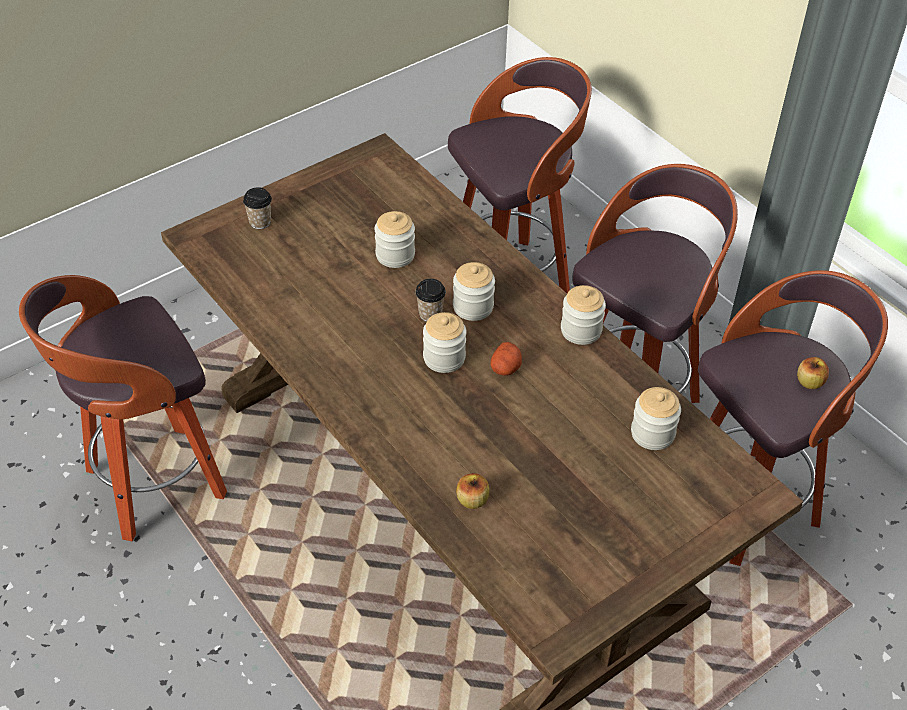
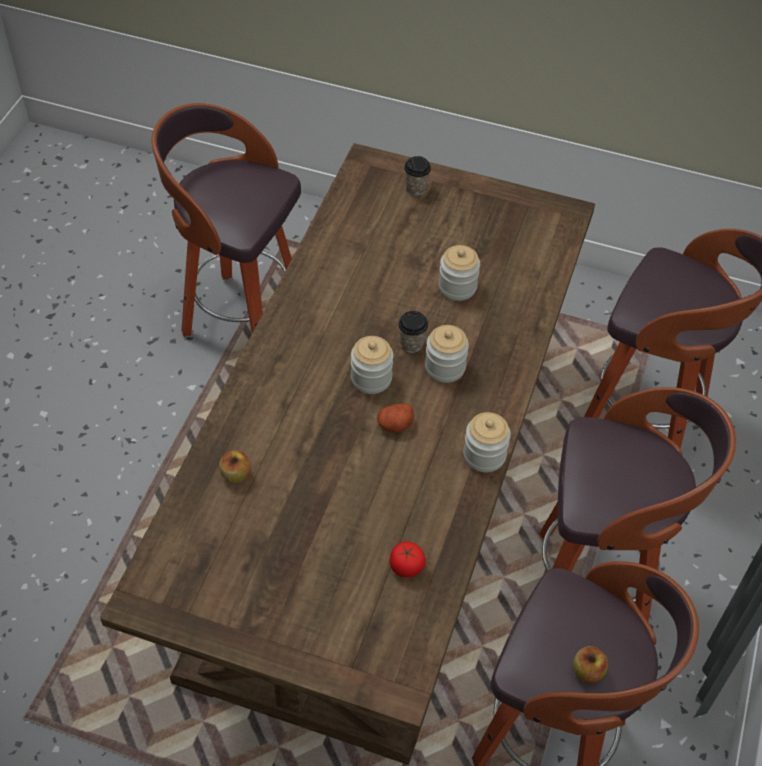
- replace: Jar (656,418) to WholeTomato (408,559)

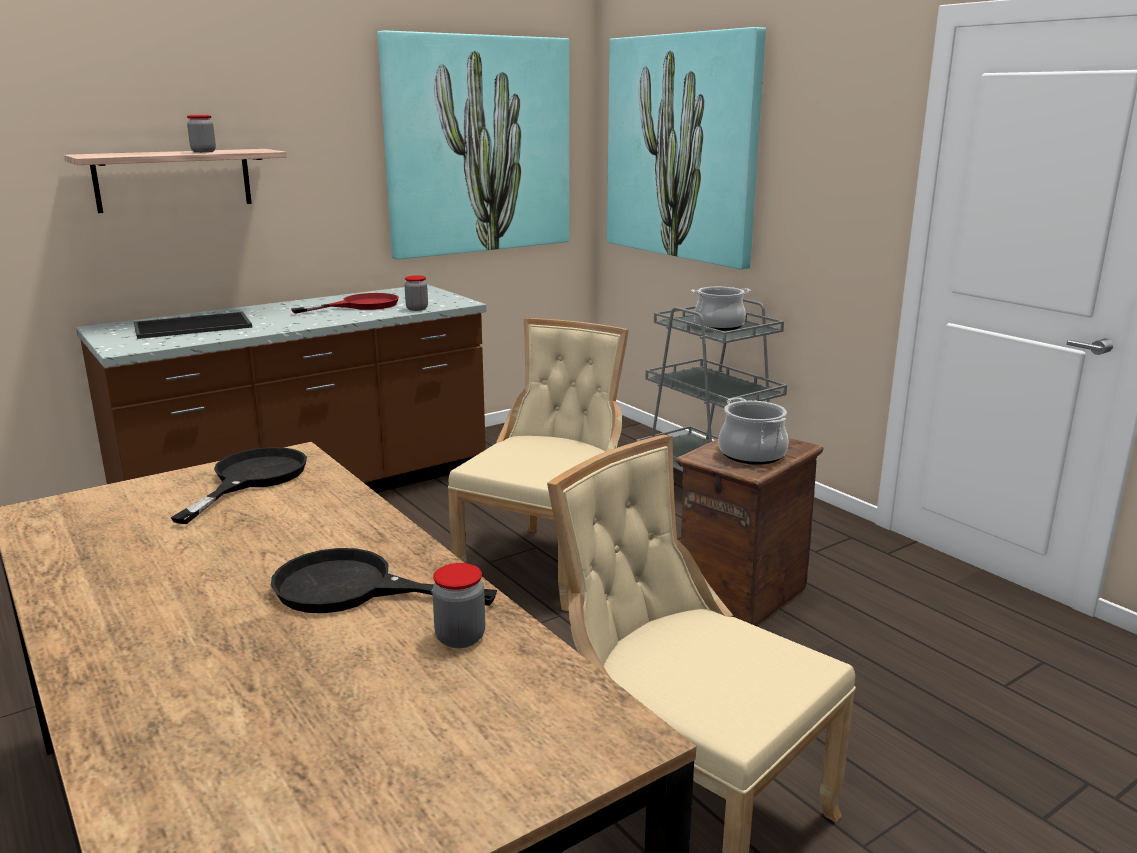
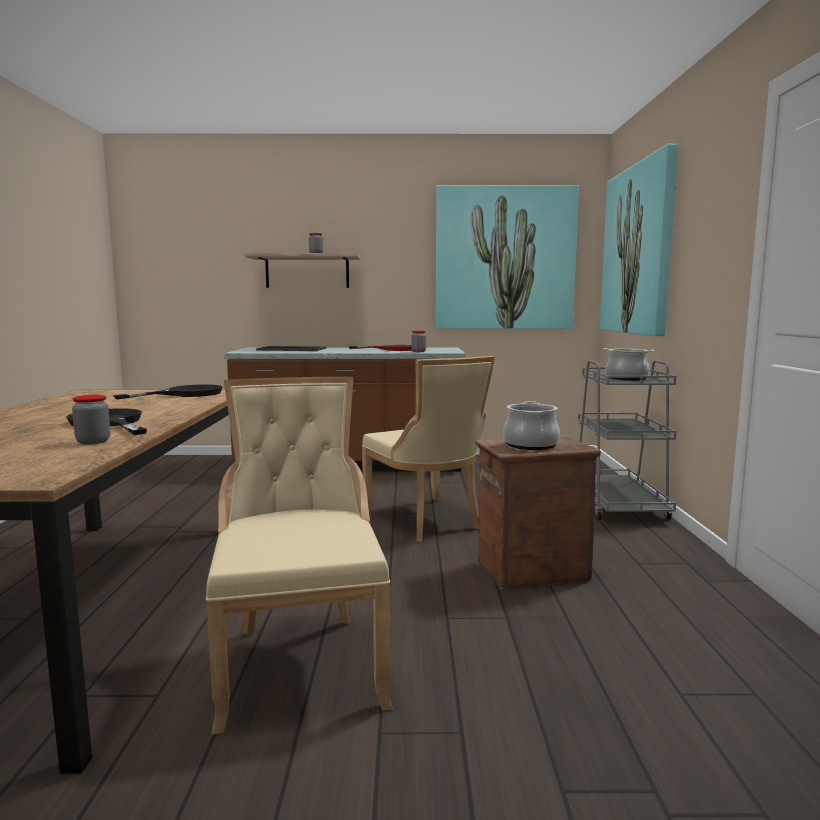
- rotate: SandColouredUprightChair (538,464) = (428,449) 90 degrees clockwise

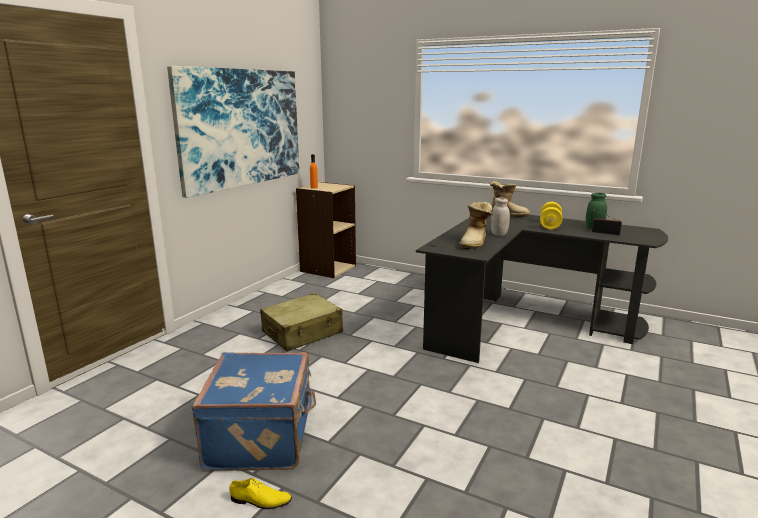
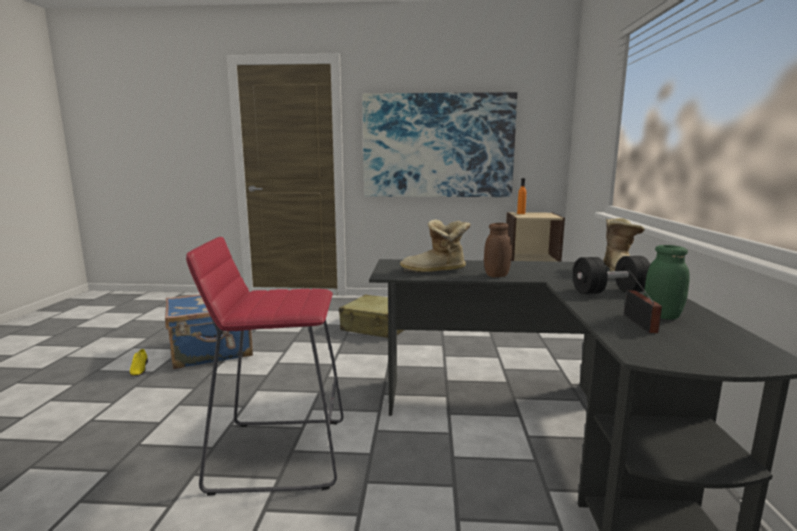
- recolor: WhiteColouredJar (500,216) to BrownJar (498,250)
- recolor: YellowColouredFreeWeight (551,216) to BlackColouredFreeWeight (611,275)
- insert: RedSittingStool (265,366)

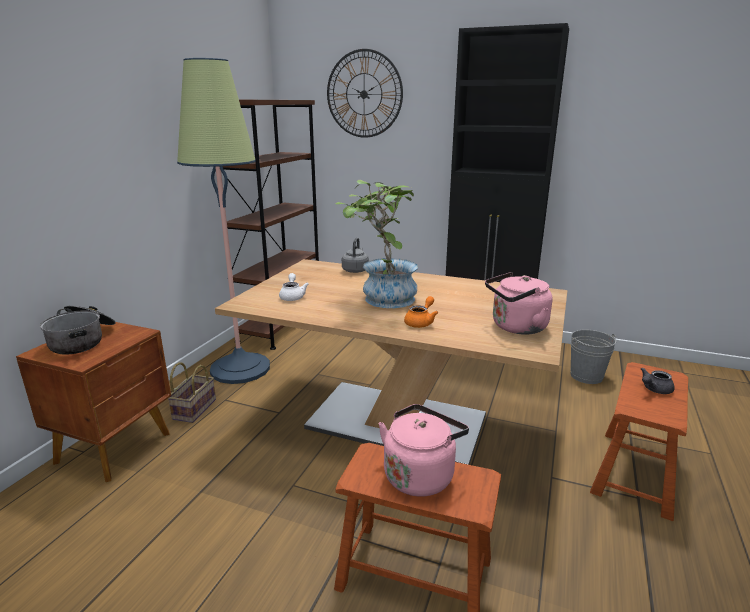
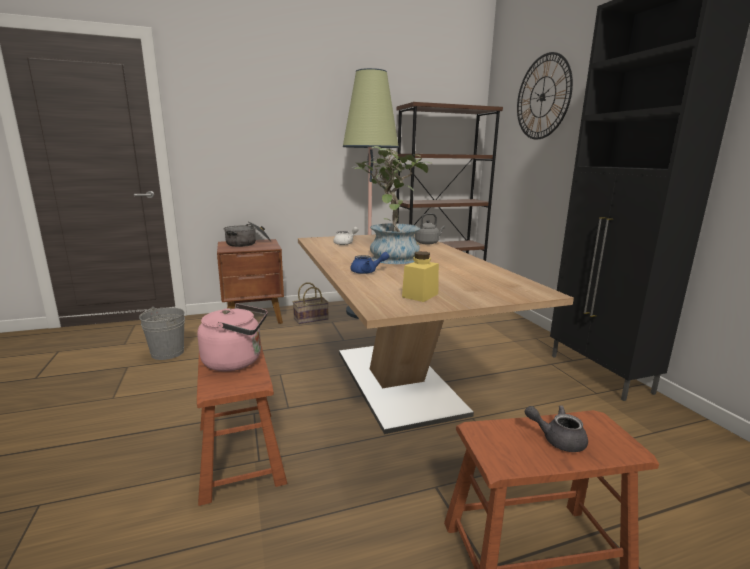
- recolor: OrangePotForTea (421,312) to BluePotForTea (369,263)
- replace: PinkTeaKettle (518,303) to YellowColouredJar (420,276)
- move: GreyPail (593,357) to (162,333)

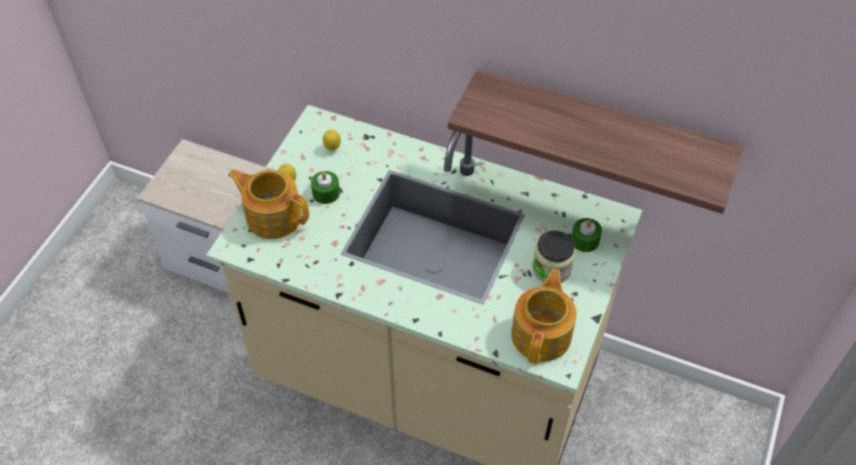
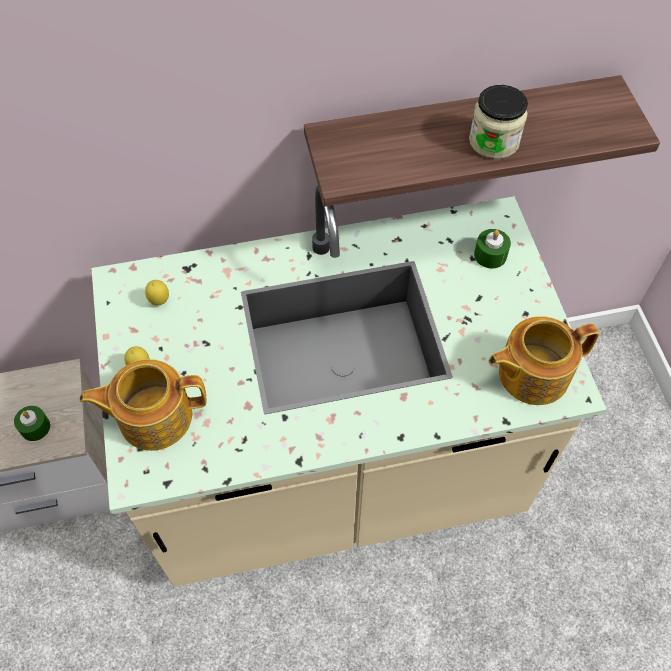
- move: GreenWaxCandle (325,187) to (32,423)
- rotate: PotForTea (544,316) = (544,360) 90 degrees counterclockwise
- move: Jar (553,257) to (498,122)

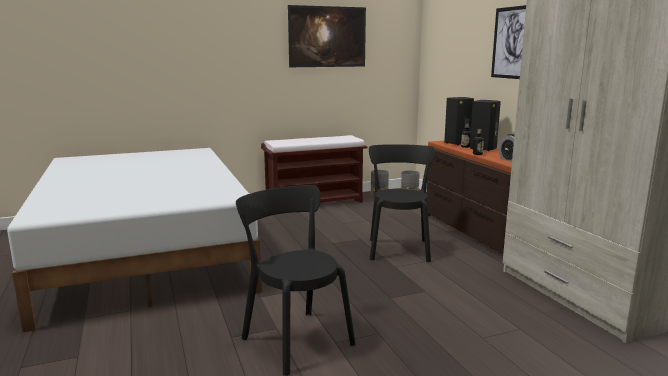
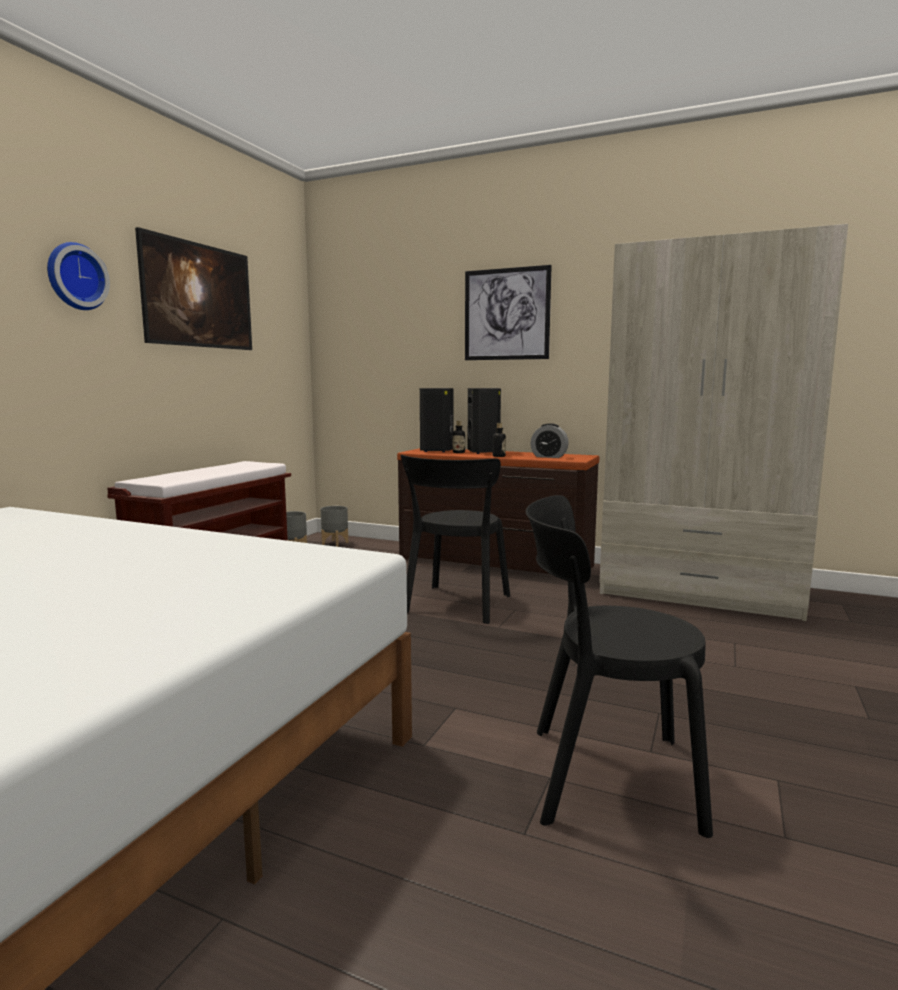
- rotate: BlackColouredUprightChair (402,203) = (455,539) 120 degrees counterclockwise
- insert: HangingClock (78,276)

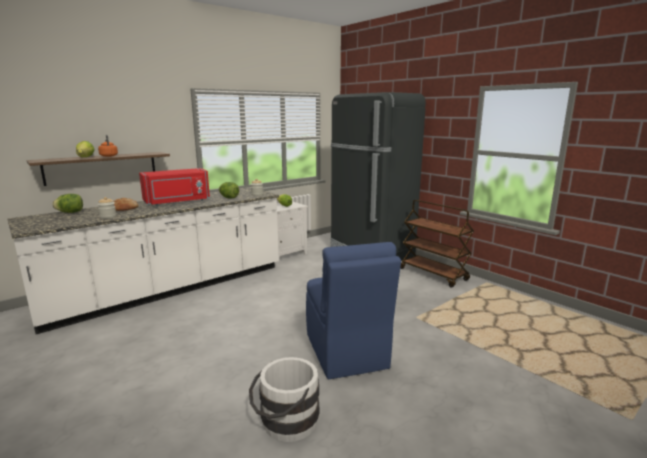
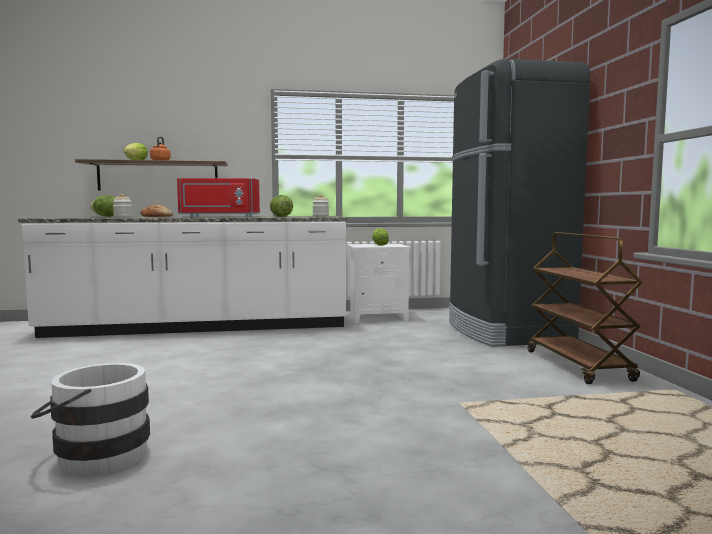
- delete: BlueUprightChair (353,310)

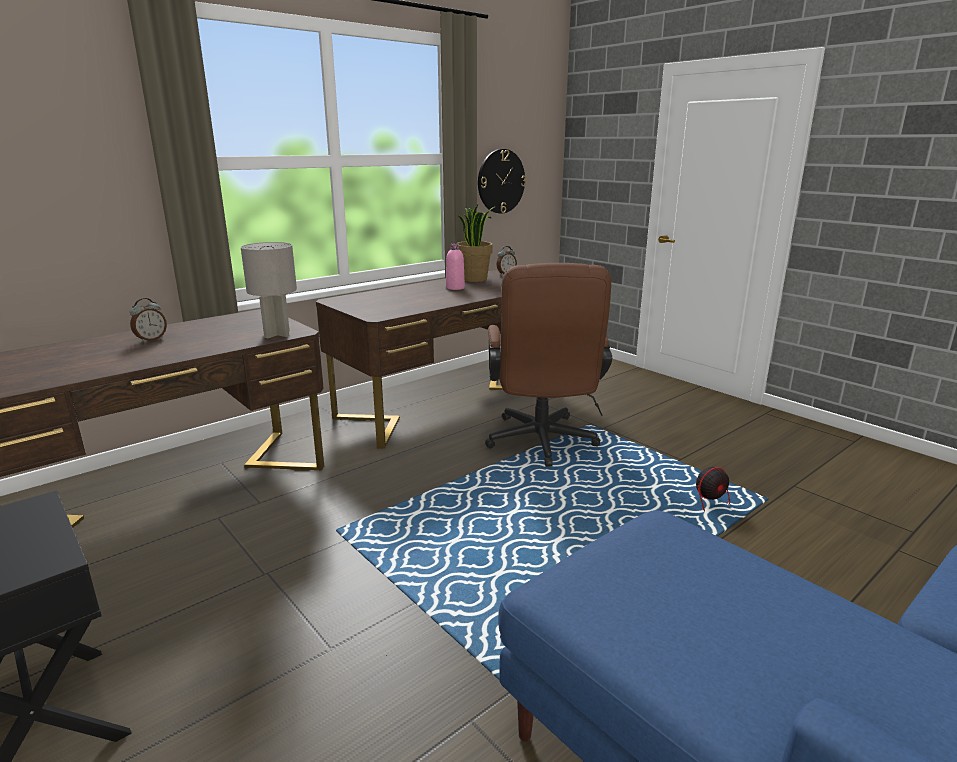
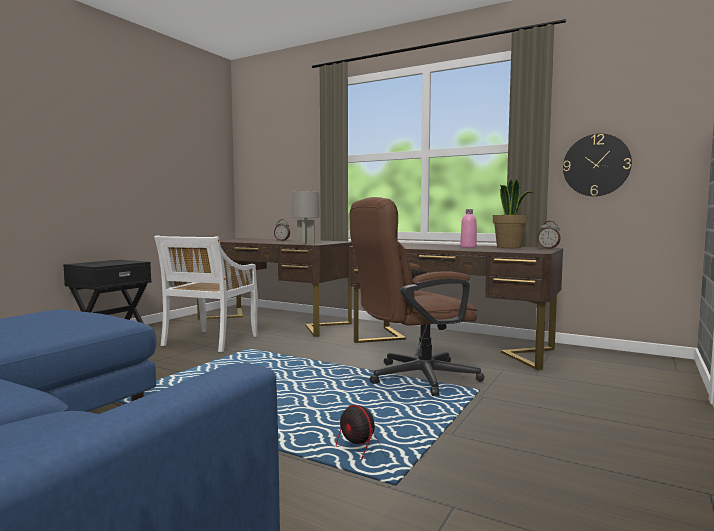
- insert: WhiteColouredUprightChair (206,294)

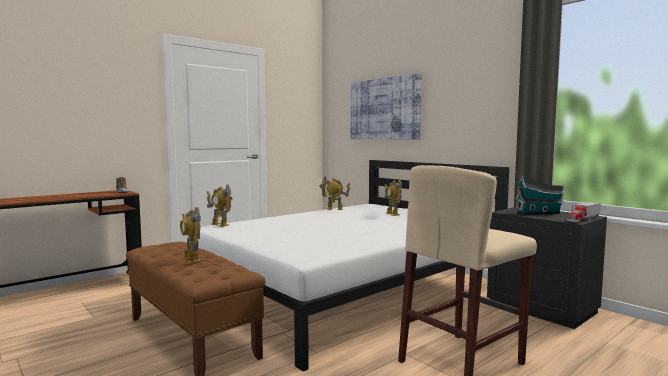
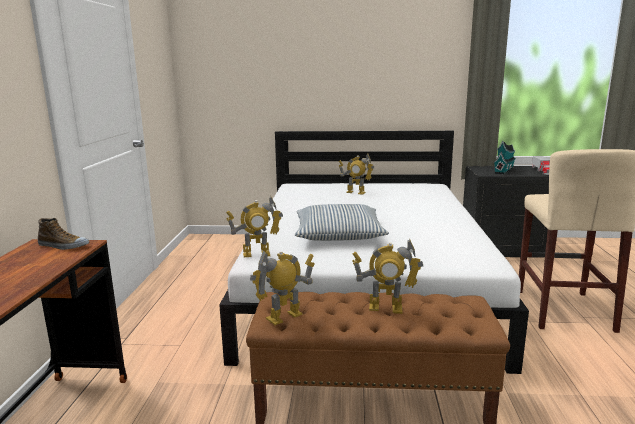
- move: RobotFigure (335,192) to (282,288)
- delete: WallPicture (386,106)
- insert: Pillow (342,222)

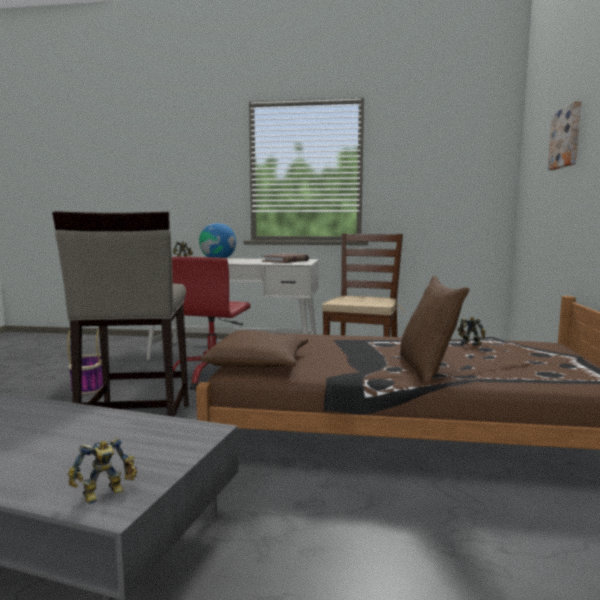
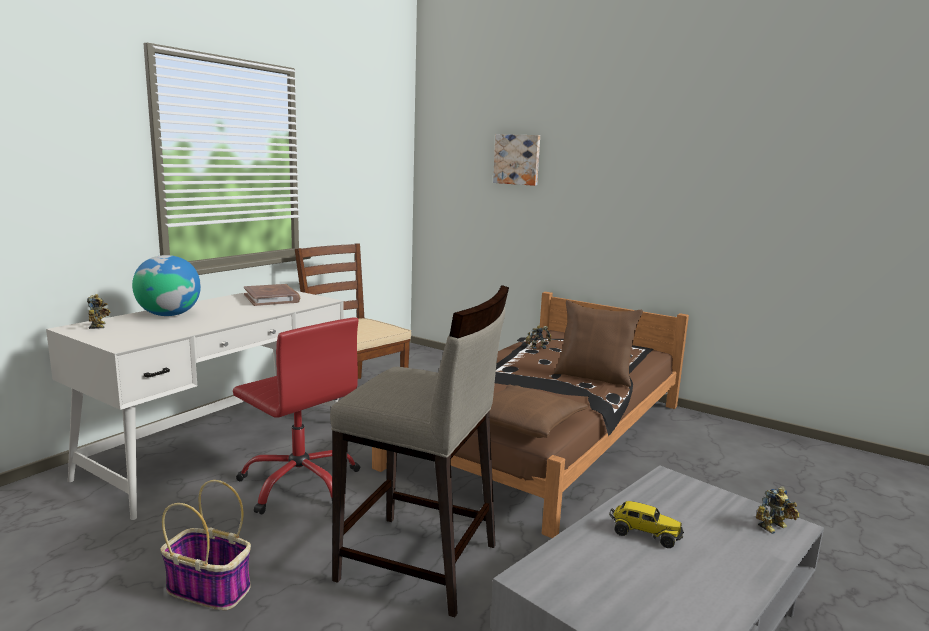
- rotate: RobotFigure (102,470) = (778,510) 75 degrees clockwise
- insert: ToyTruck (646,524)

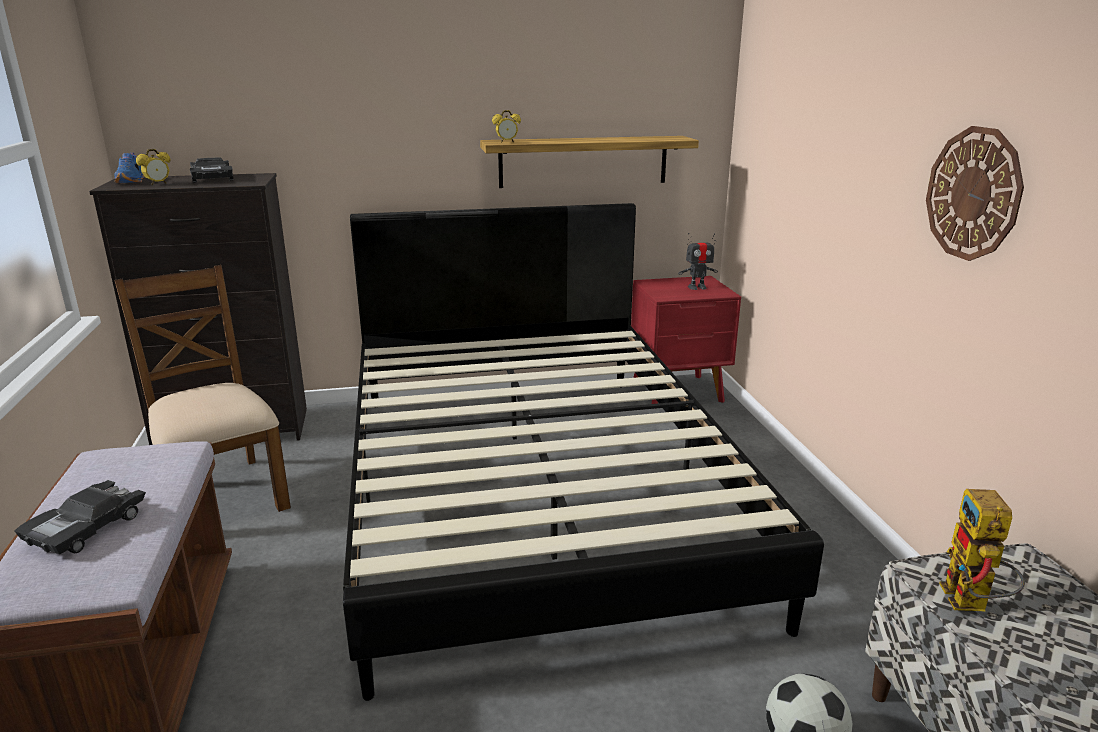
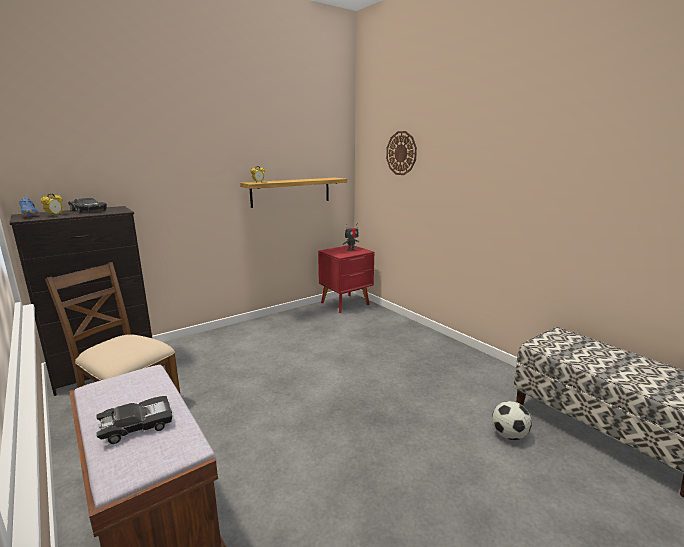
- rotate: BlackColouredModelCar (80,517) = (134,420) 120 degrees counterclockwise
- delete: BlackColouredSleepingBed (583,452)
- move: HangingClock (975,193) to (401,153)
- delete: RobotFigure (982,550)

